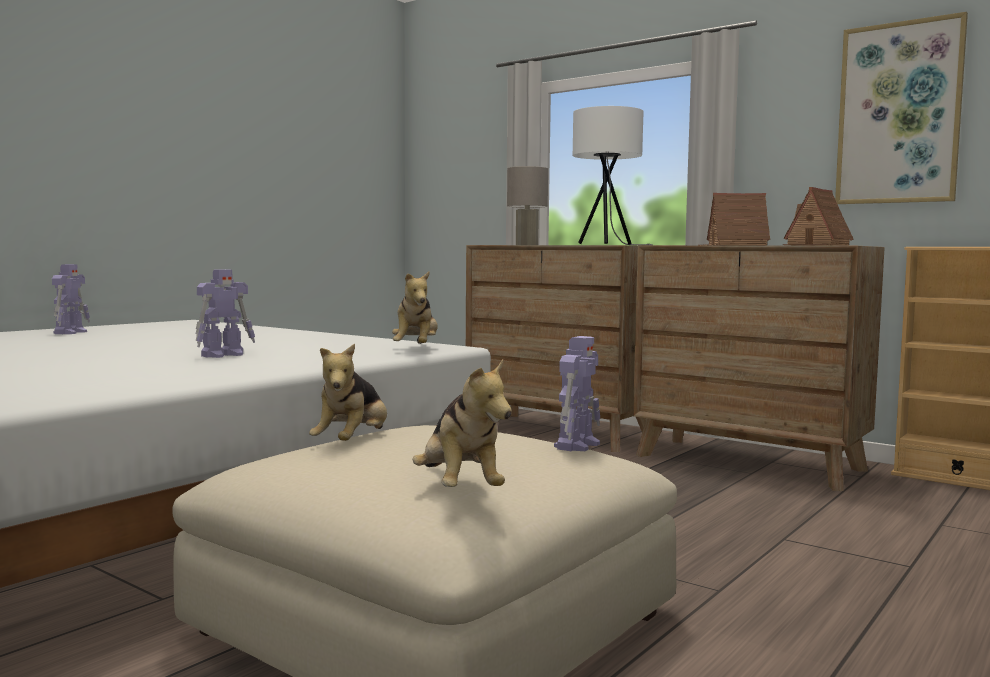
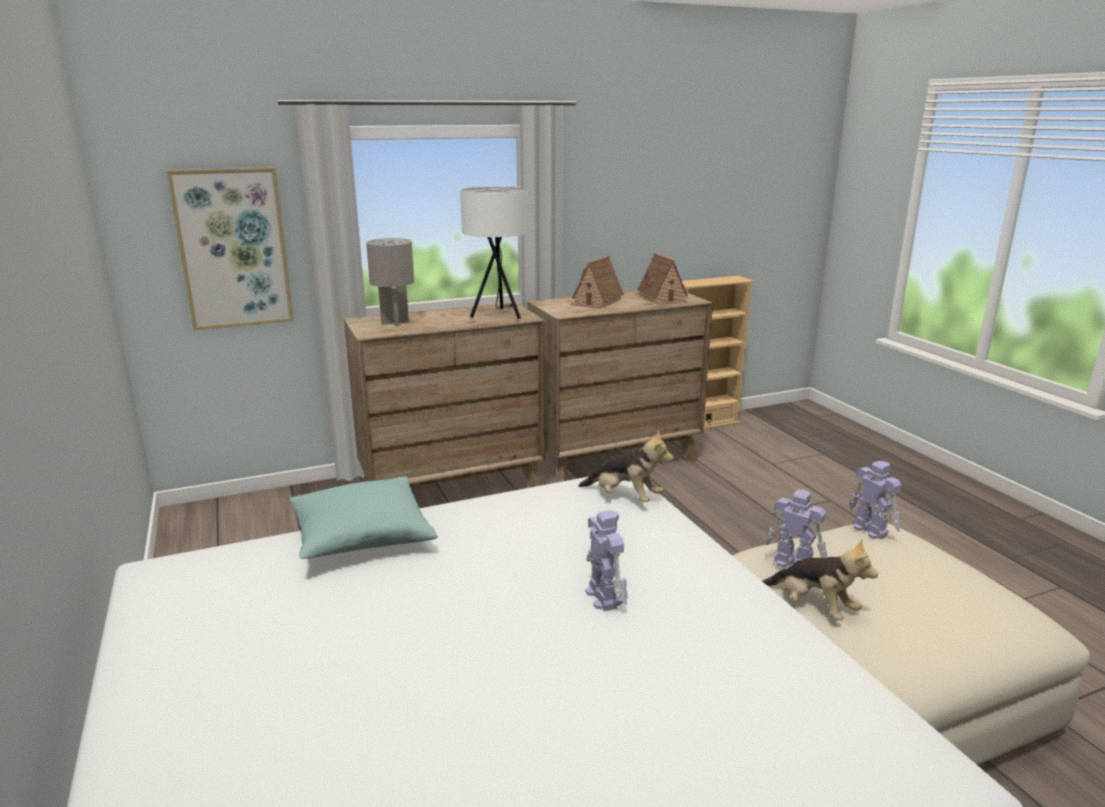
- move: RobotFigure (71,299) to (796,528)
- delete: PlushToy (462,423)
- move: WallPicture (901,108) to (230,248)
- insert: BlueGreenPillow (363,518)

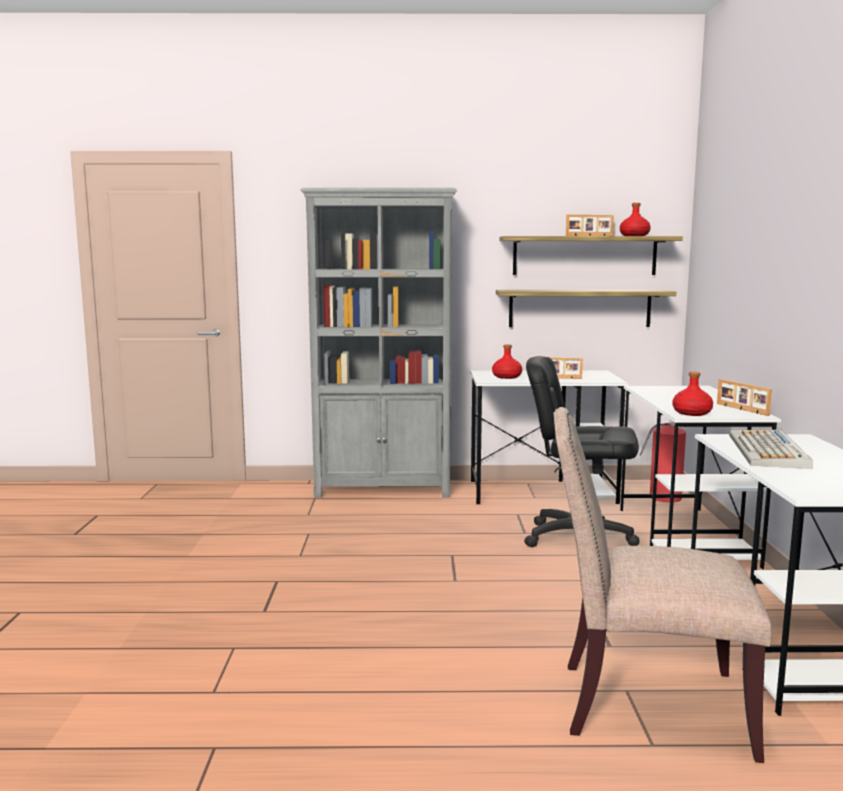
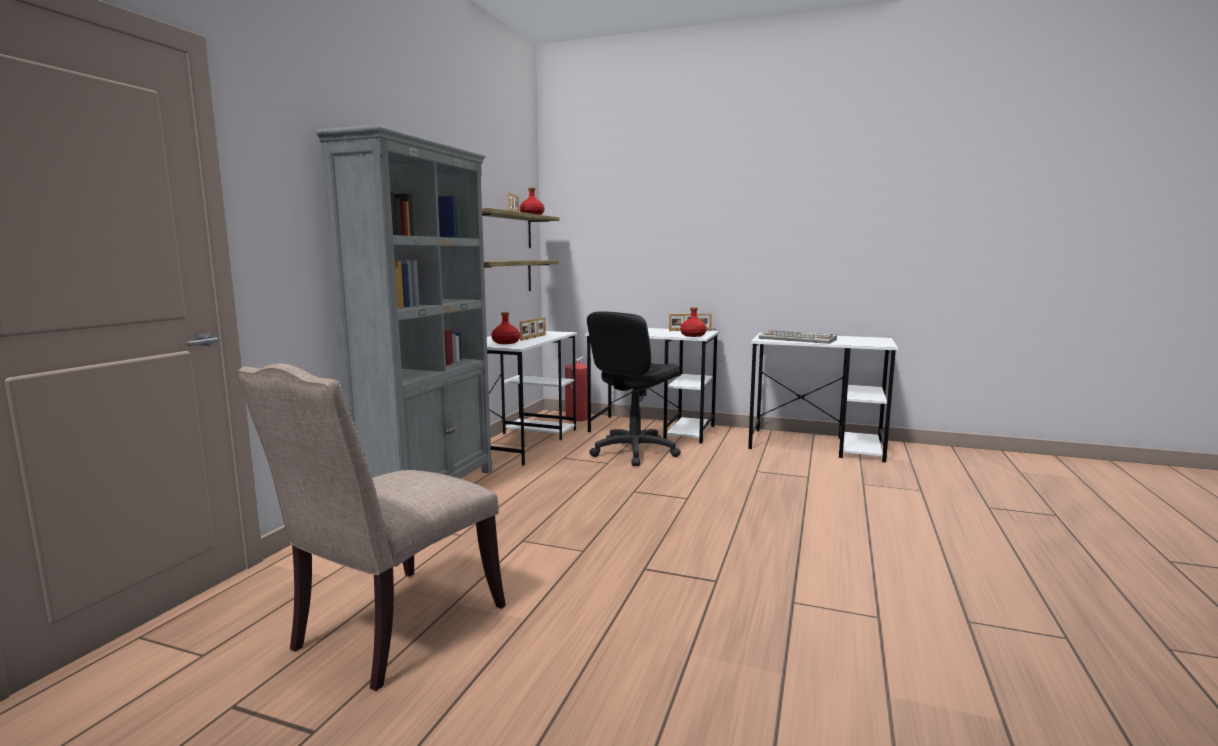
- move: SandColouredUprightChair (663,585) to (371,527)

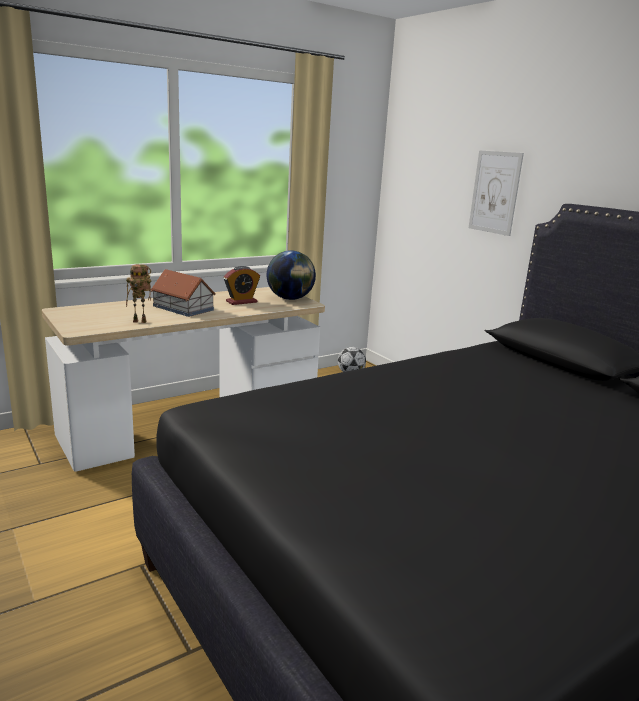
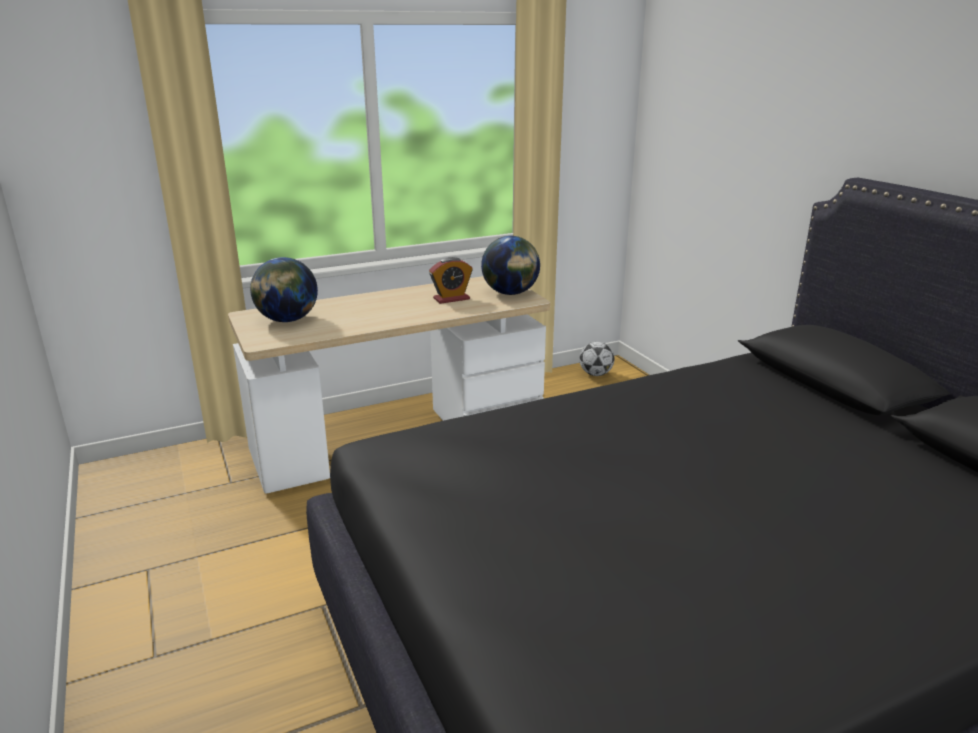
- delete: RobotFigure (138,293)
- delete: ModelHouse (183,293)
- delete: WallPicture (496,193)
- insert: WorldGlobe (284,289)

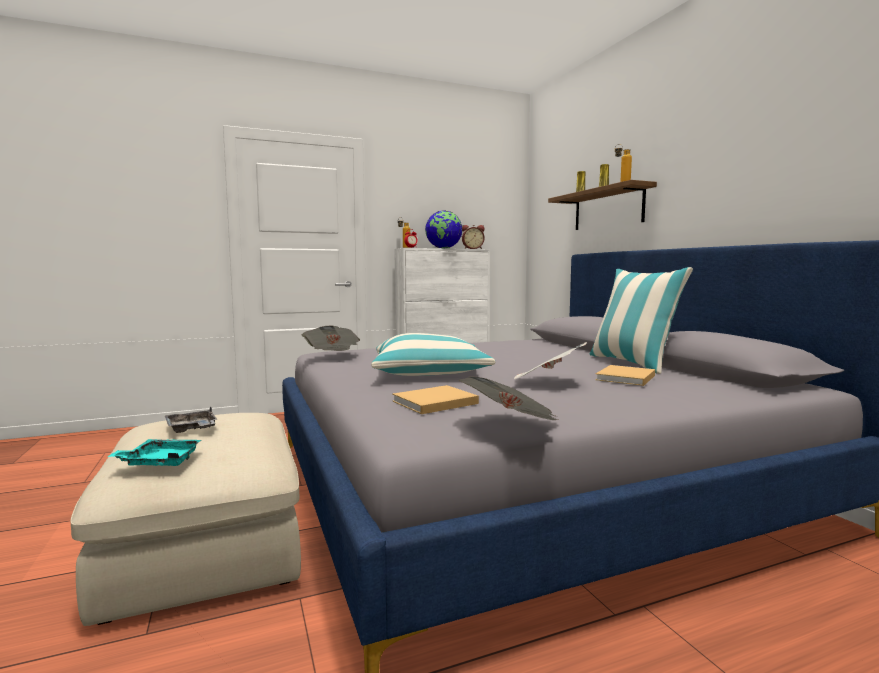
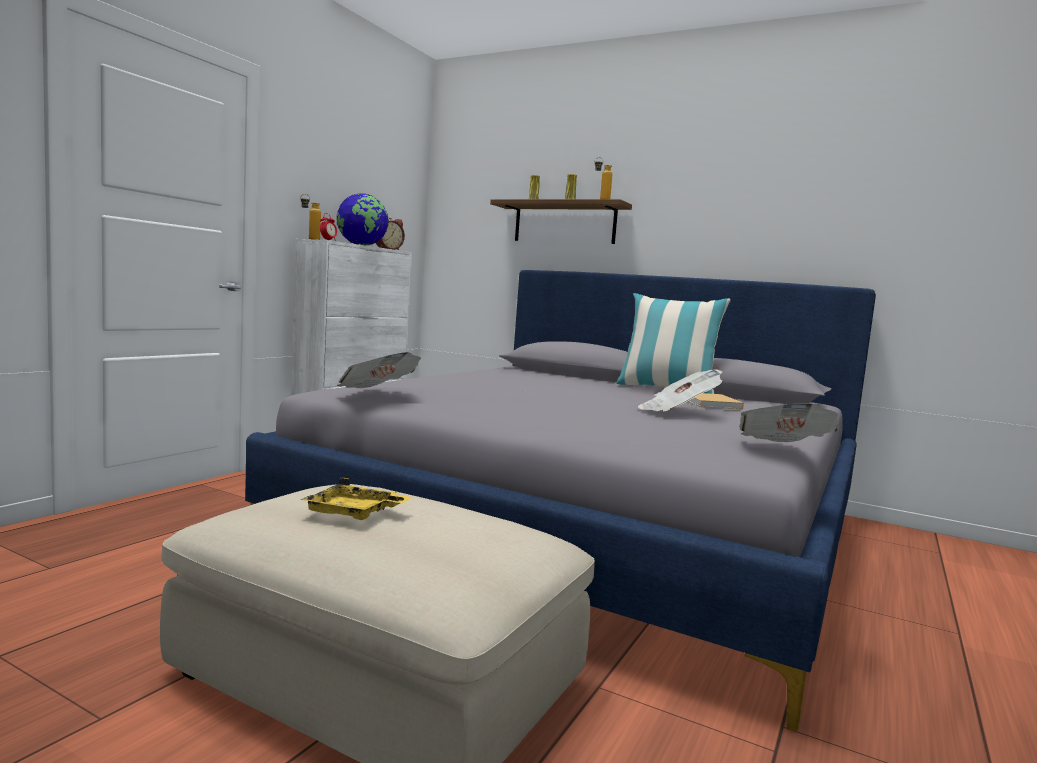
- delete: BlueGreenCarryingTray (154,452)
- recolor: GreyCarryingTray (191,419) to YellowColouredCarryingTray (356,499)
- delete: Pillow (433,354)
- delete: SandColouredBook (435,399)

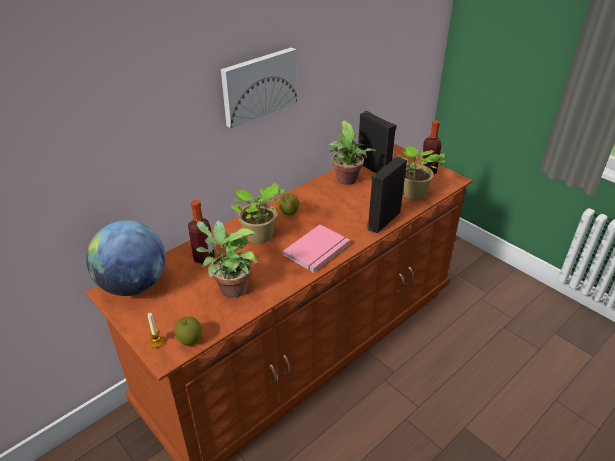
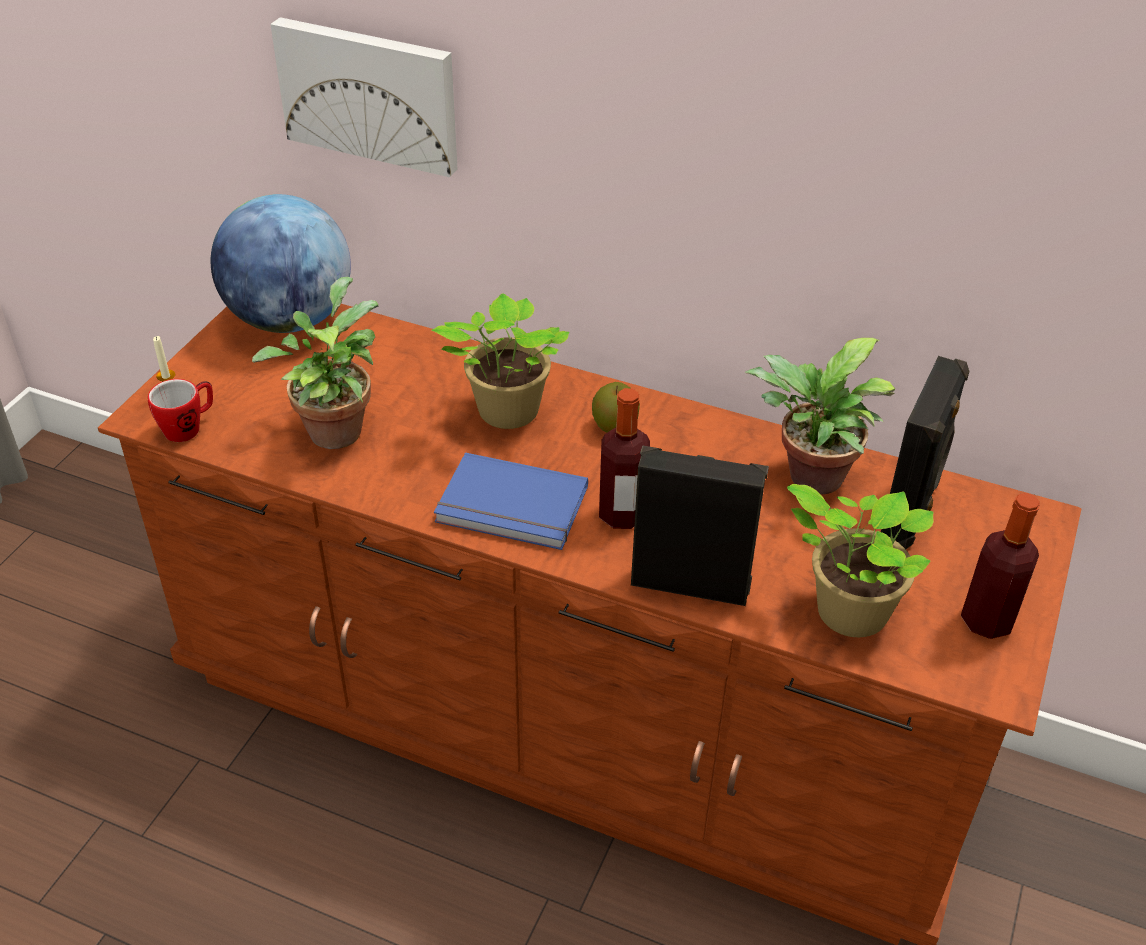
- replace: WholeApple (188,331) to TeaMug (180,410)
- move: Bottle (201,232) to (624,458)
- move: WallPicture (259,87) to (363,97)
- recolor: PinkBook (316,248) to BlueBook (511,501)

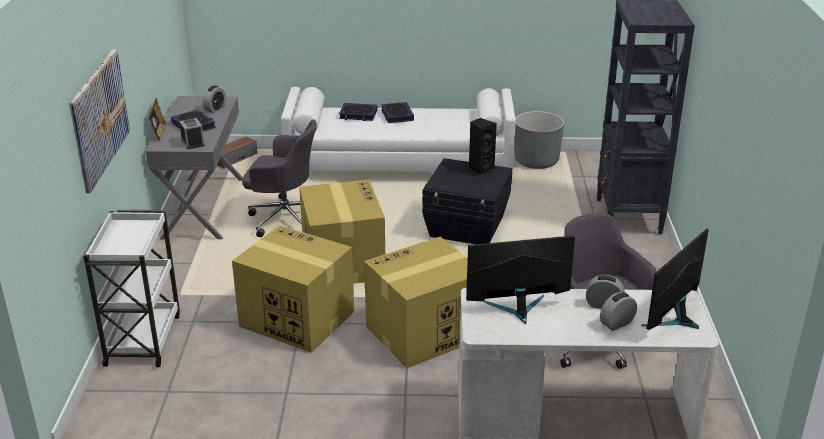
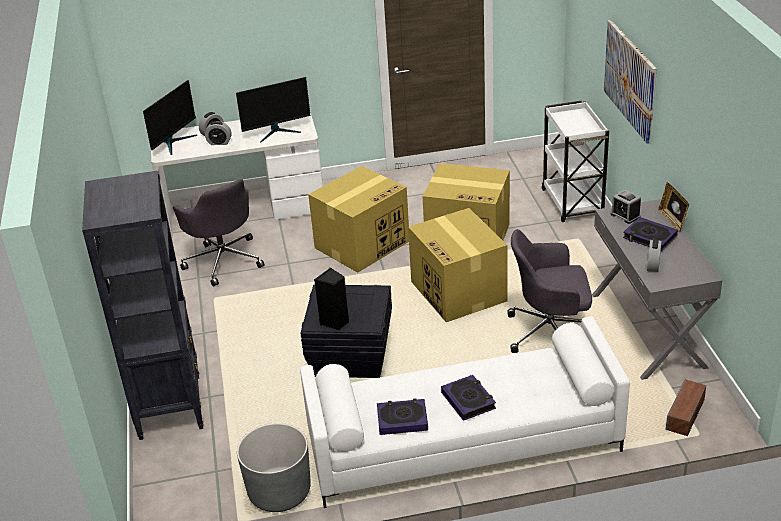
- move: Book (358,112) to (402,416)

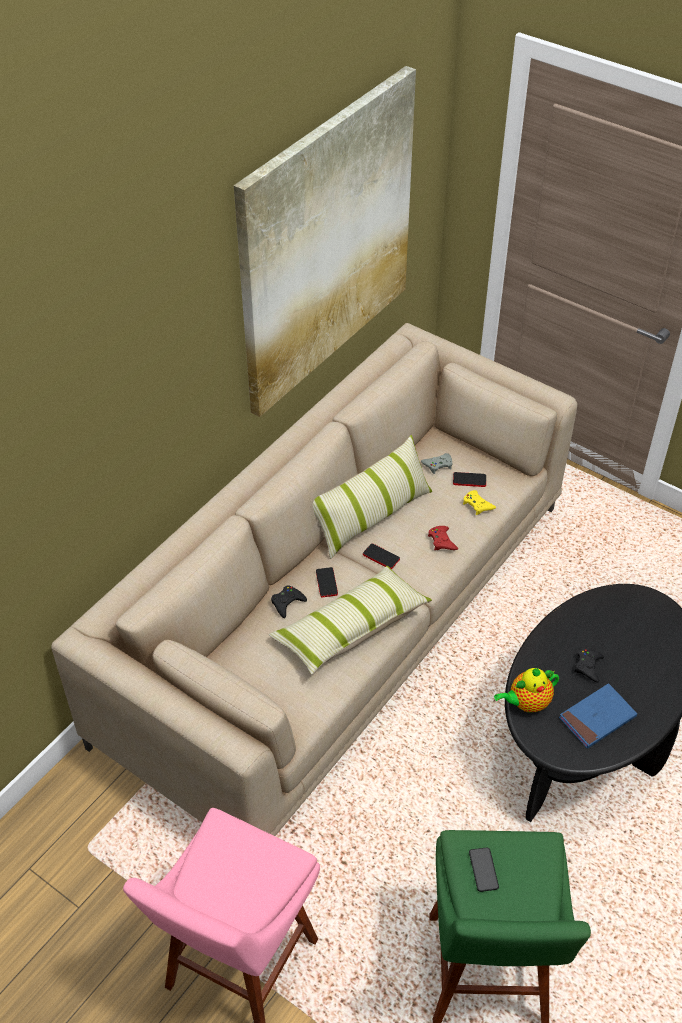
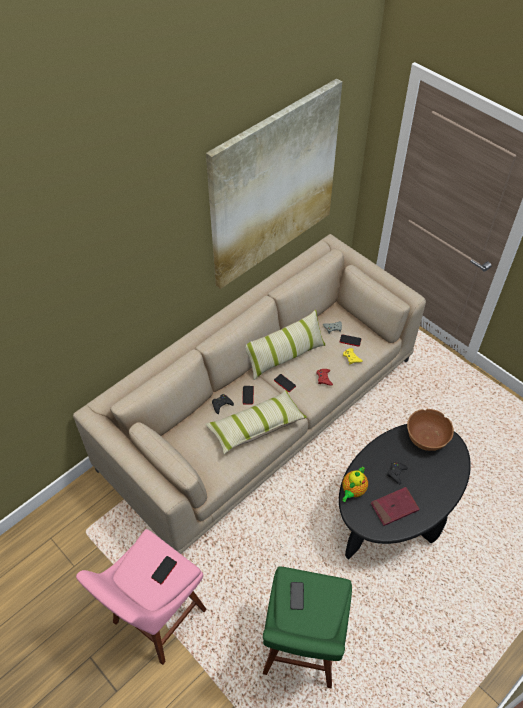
- rotate: PotForTea (526,690) = (355,484) 45 degrees counterclockwise
- recolor: BlueBook (598,716) to RedBook (395,506)
- insert: Handset (164,570)
- insert: BrownBowl (430,430)

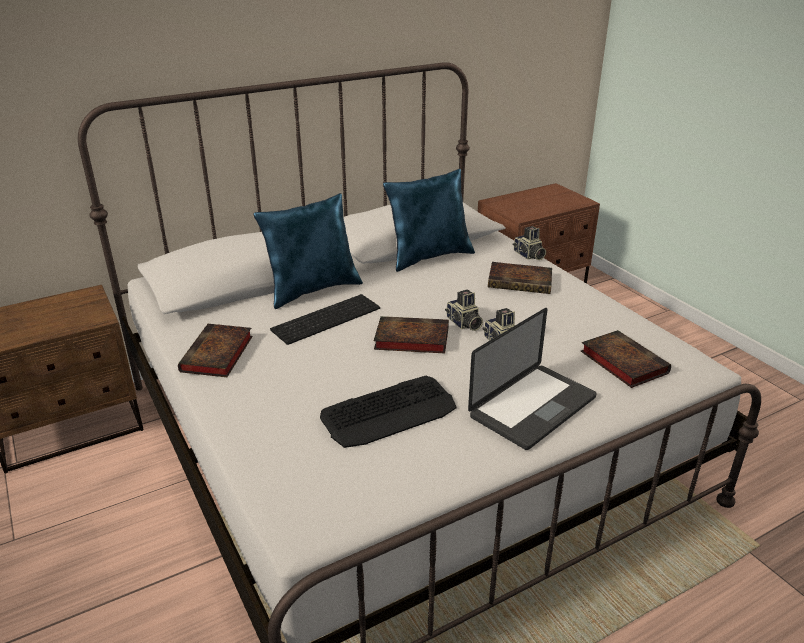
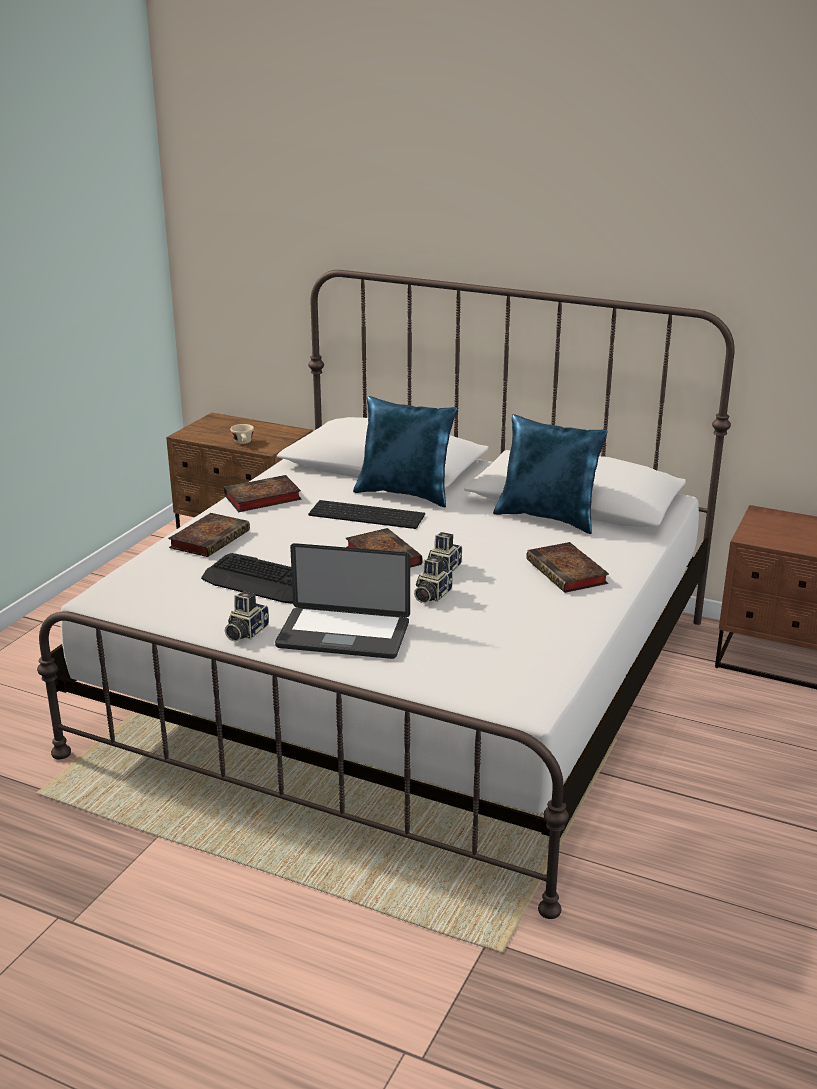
- move: PhotoCamera (529,243) to (247,616)
- move: Book (626,359) to (209,535)
- insert: SandColouredDrinkingCup (242,434)

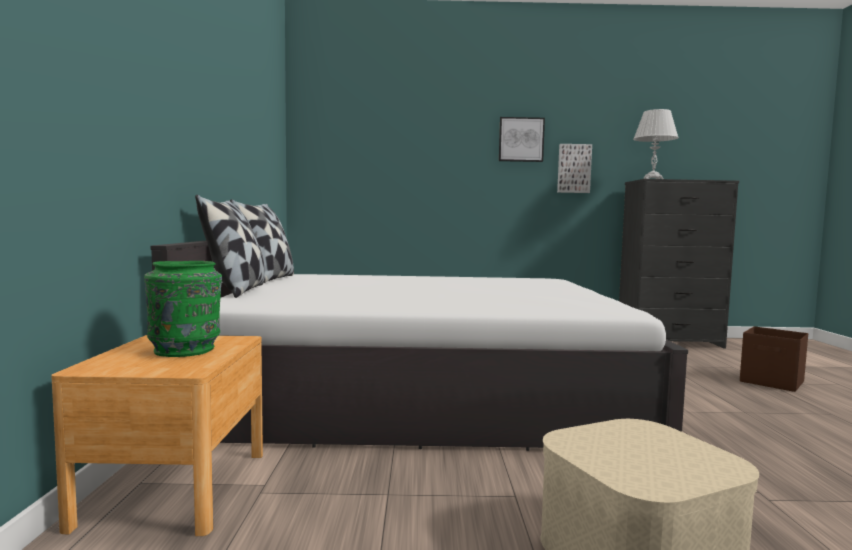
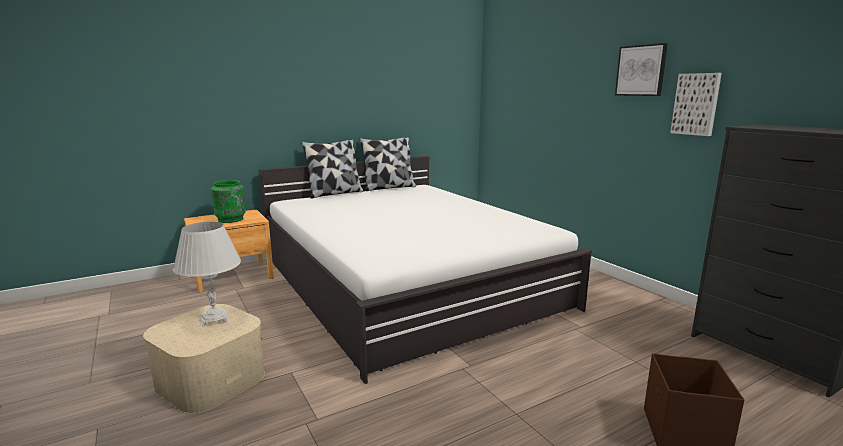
- move: WhiteColouredLampForATable (656,144) to (207,274)

